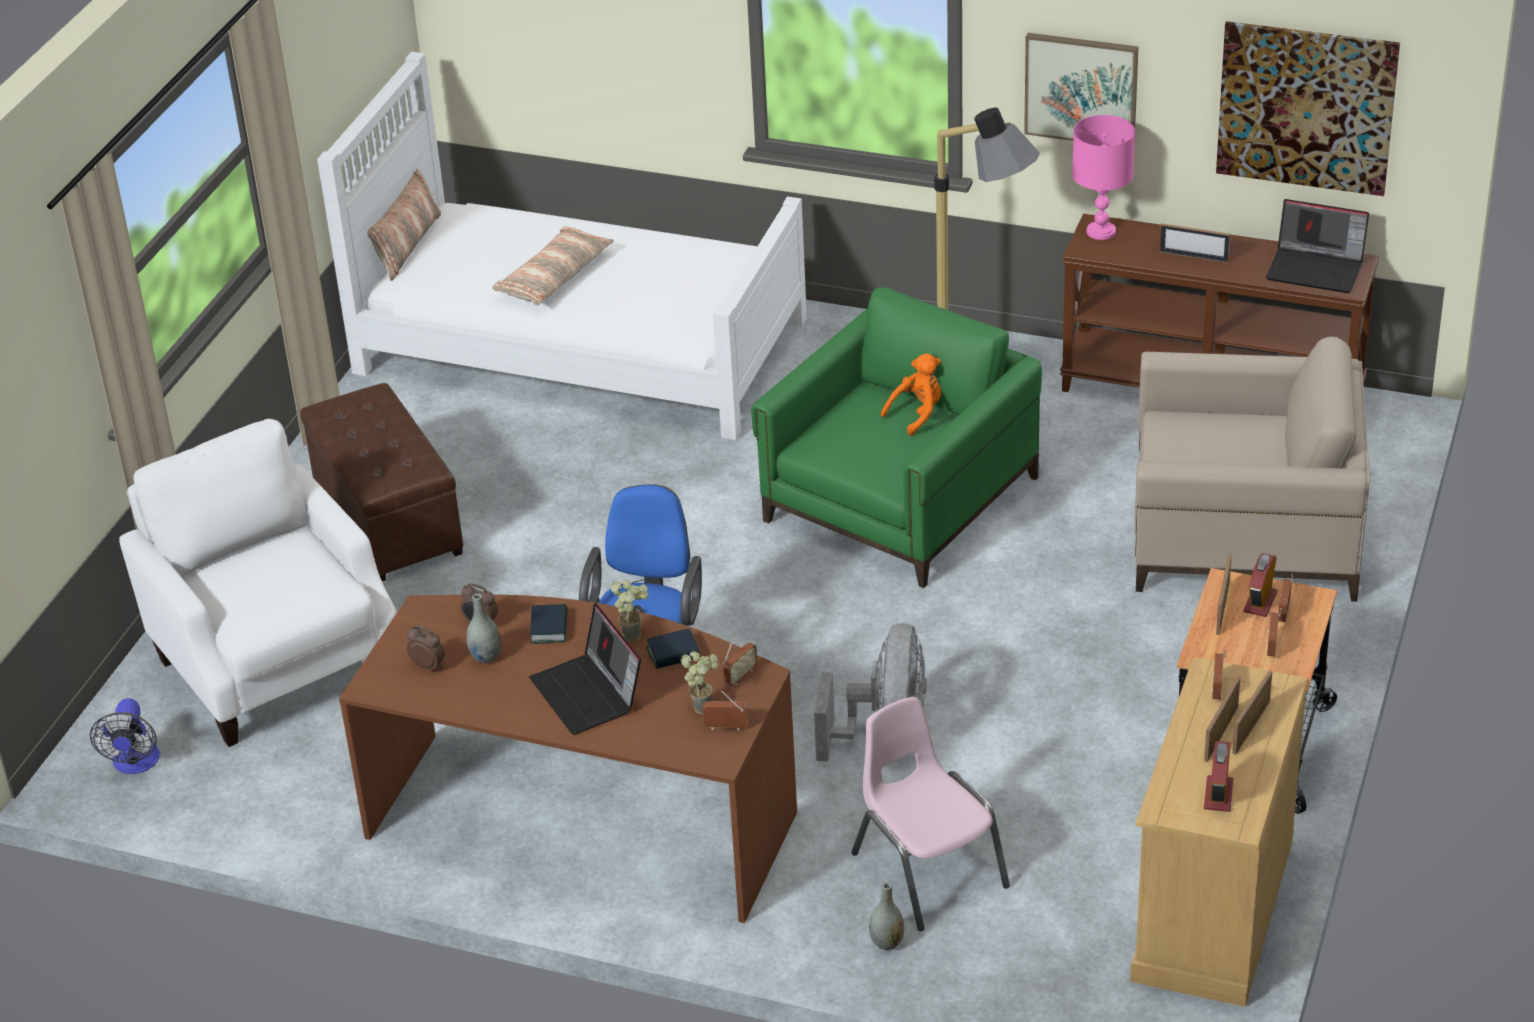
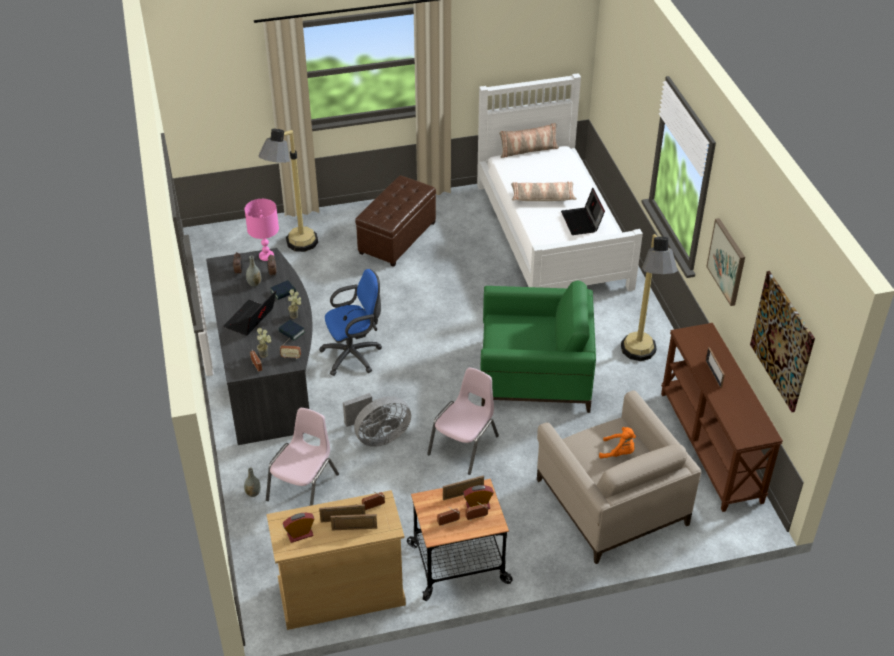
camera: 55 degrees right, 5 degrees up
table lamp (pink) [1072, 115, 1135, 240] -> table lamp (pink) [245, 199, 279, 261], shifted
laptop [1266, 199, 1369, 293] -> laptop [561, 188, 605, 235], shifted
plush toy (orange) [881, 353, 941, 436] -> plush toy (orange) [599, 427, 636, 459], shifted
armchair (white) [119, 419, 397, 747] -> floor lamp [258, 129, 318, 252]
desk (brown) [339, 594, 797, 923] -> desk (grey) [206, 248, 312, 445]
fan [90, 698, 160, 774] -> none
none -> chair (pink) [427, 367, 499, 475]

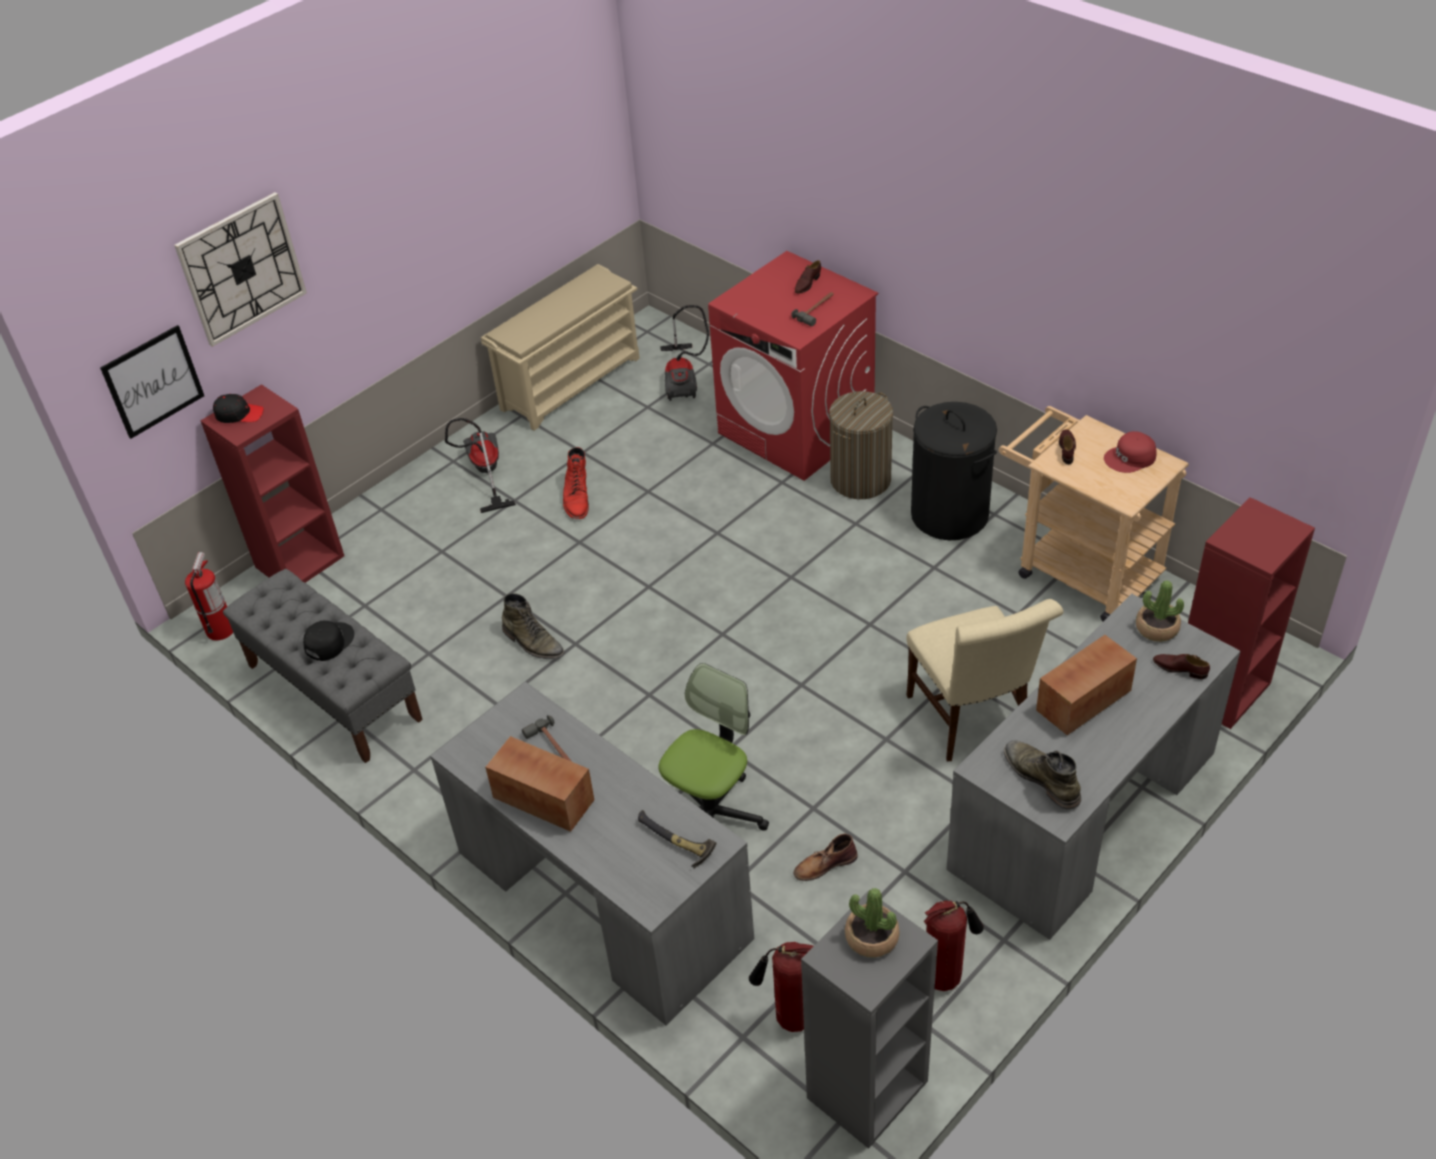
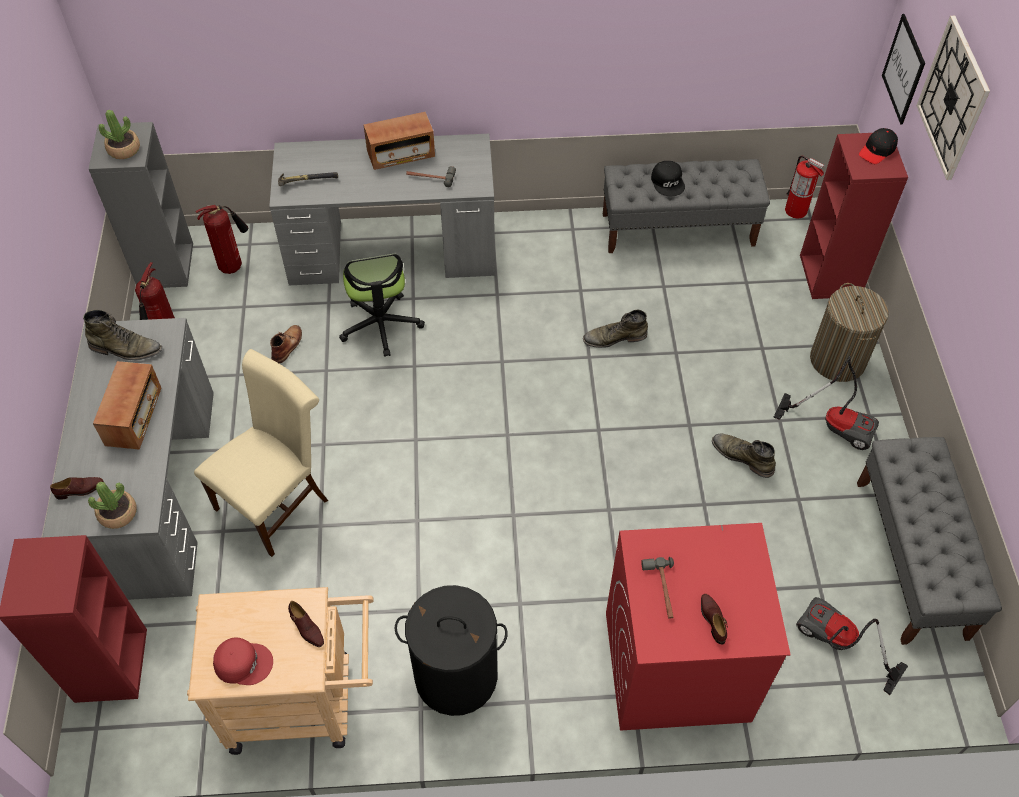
camera: 130 degrees right, 10 degrees up
shoe rack (beige) [481, 264, 640, 431] -> bench (grey) [857, 437, 1002, 645]
laundry basket [829, 391, 893, 499] -> laundry basket [810, 283, 889, 382], shifted
cap (red) [1104, 431, 1157, 473] -> cap (red) [213, 638, 273, 685], 75 degrees clockwise
boot (red) [563, 447, 589, 519] -> boot (green) [712, 434, 776, 478]
chair (beige) [906, 599, 1064, 761] -> chair (beige) [194, 349, 328, 557], 105 degrees clockwise

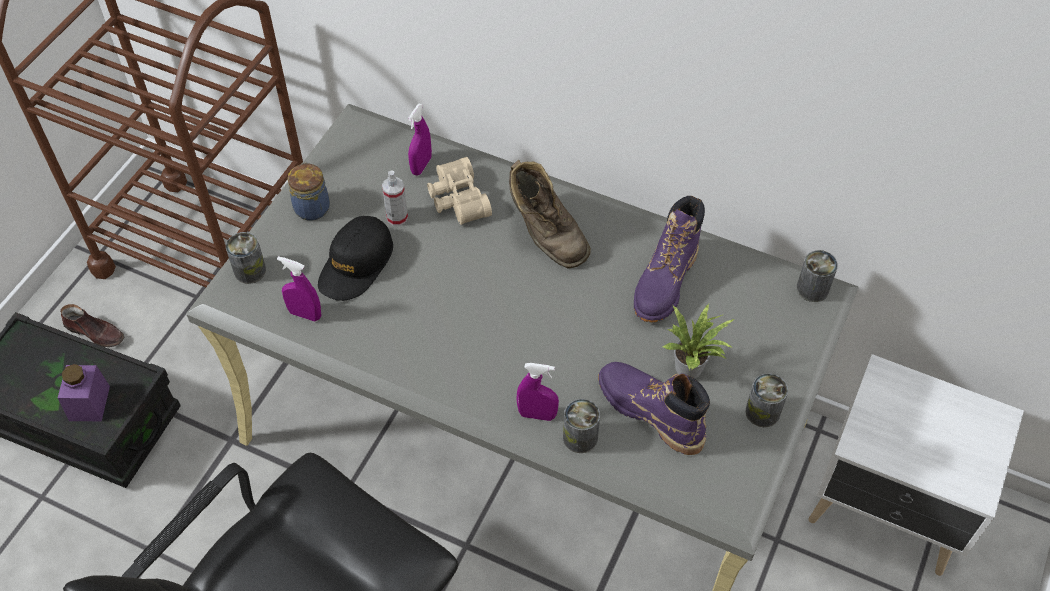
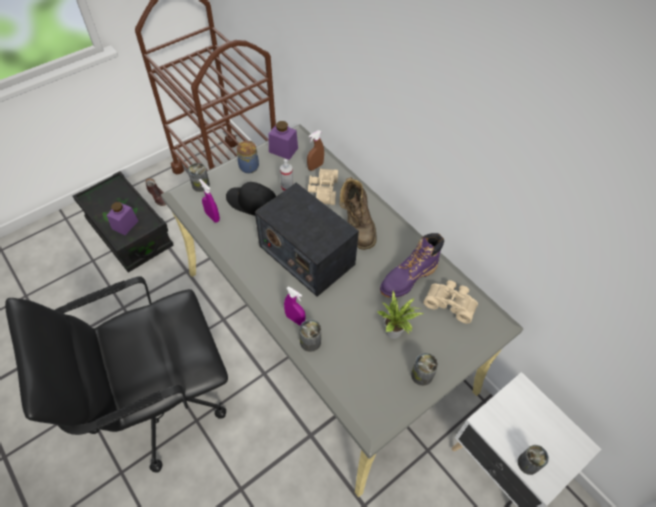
camera: 25 degrees right, 0 degrees up
spray bottle (purple) [408, 103, 432, 175] -> spray bottle (brown) [307, 130, 324, 171]
cap (black) [318, 216, 393, 301] -> cap (black) [226, 182, 276, 216], 60 degrees clockwise
can [797, 250, 838, 302] -> can [518, 445, 549, 475], shifted
boot (purple) [598, 362, 710, 455] -> none
none -> jar (purple) [268, 121, 298, 160]
none -> radio [255, 182, 359, 297]
none -> binoculars (beige) [424, 280, 478, 324]

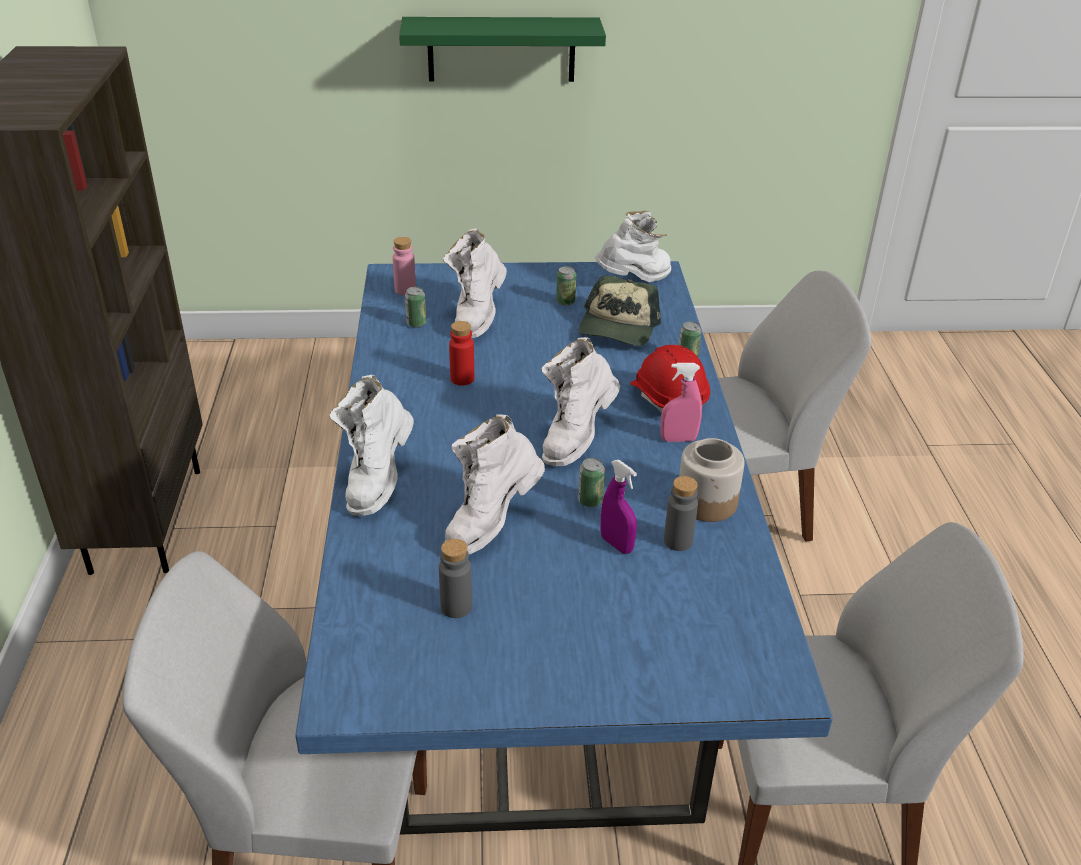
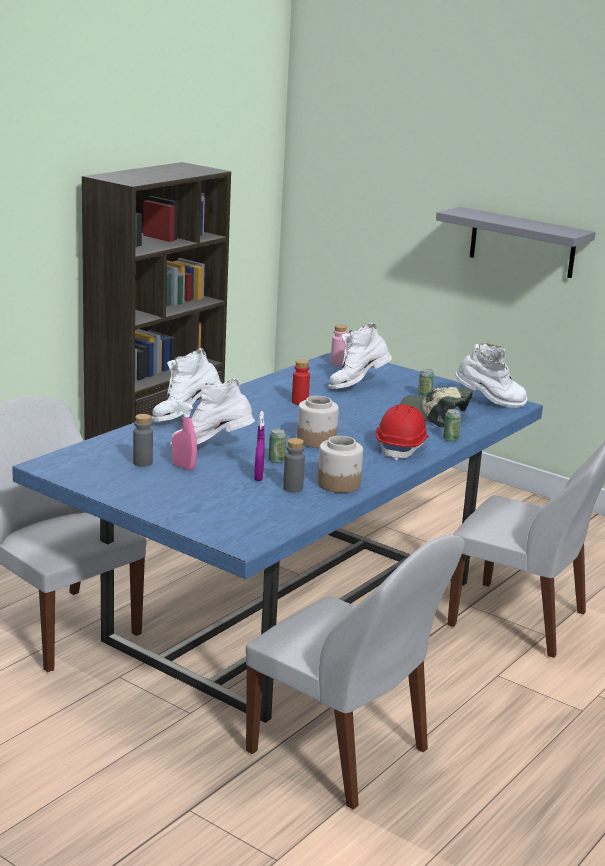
camera: 40 degrees right, 15 degrees down
shelf (green) [399, 17, 606, 82] -> shelf (grey) [436, 207, 596, 278]
cap [579, 275, 661, 346] -> cap [400, 387, 473, 428], 60 degrees clockwise
can [405, 287, 426, 328] -> none
boot (white) [541, 337, 620, 466] -> jar [297, 396, 339, 448]
spray bottle (pink) [660, 363, 702, 442] -> spray bottle (pink) [172, 400, 197, 470], shifted

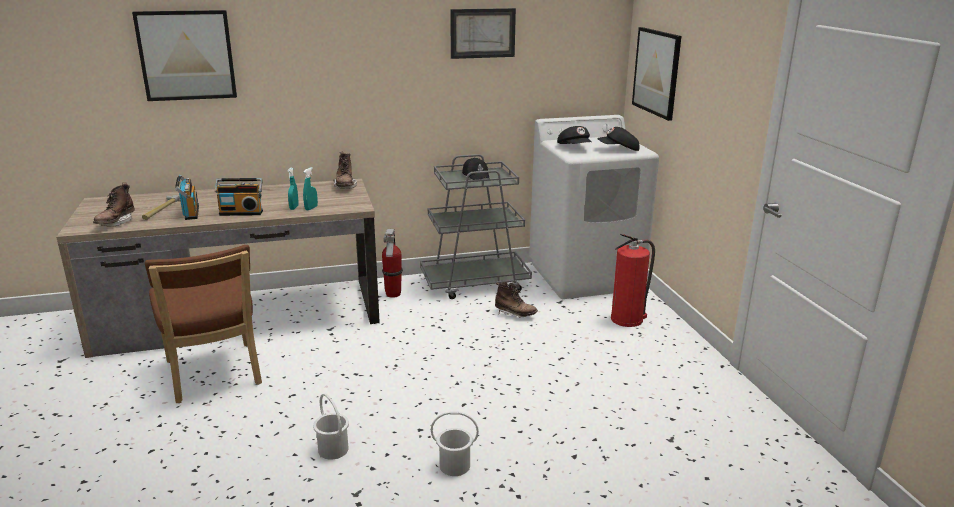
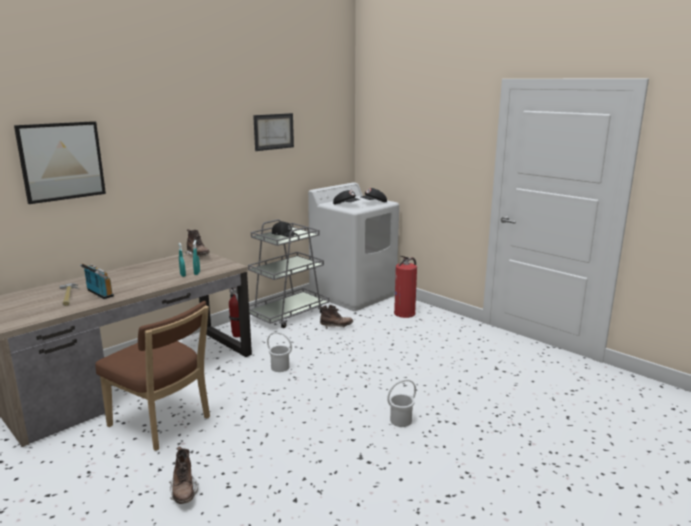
camera: 30 degrees left, 5 degrees down
picture [632, 27, 681, 121] -> none
radio [215, 178, 263, 216] -> none
boot (brown) [93, 182, 135, 227] -> boot (brown) [169, 446, 198, 504], shifted
bucket (white) [313, 393, 349, 460] -> bucket (white) [267, 332, 292, 372], shifted

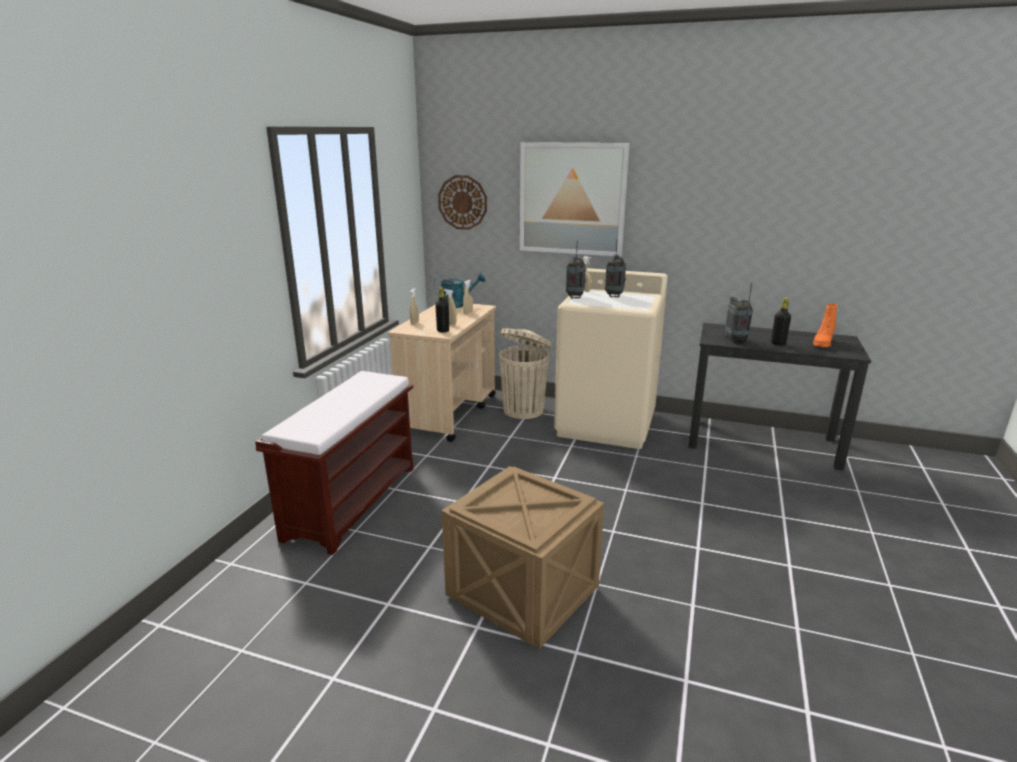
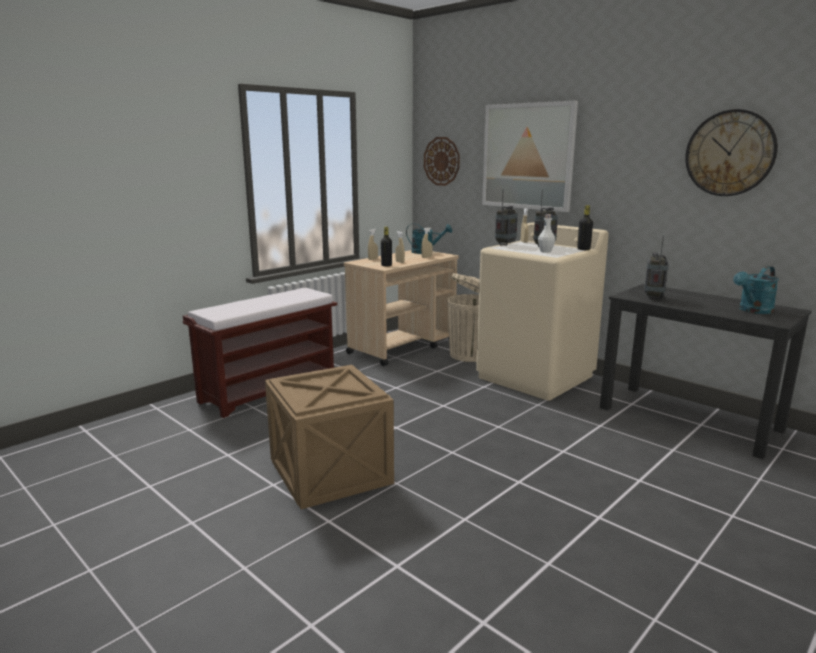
camera: 25 degrees right, 5 degrees down
bottle (black) [771, 298, 791, 345] -> bottle (black) [577, 205, 593, 250], shifted
boot (orange) [813, 303, 837, 347] -> watering can (turquoise) [733, 266, 779, 314]
none -> wall clock [685, 109, 778, 196]
none -> bottle (white) [538, 214, 555, 253]

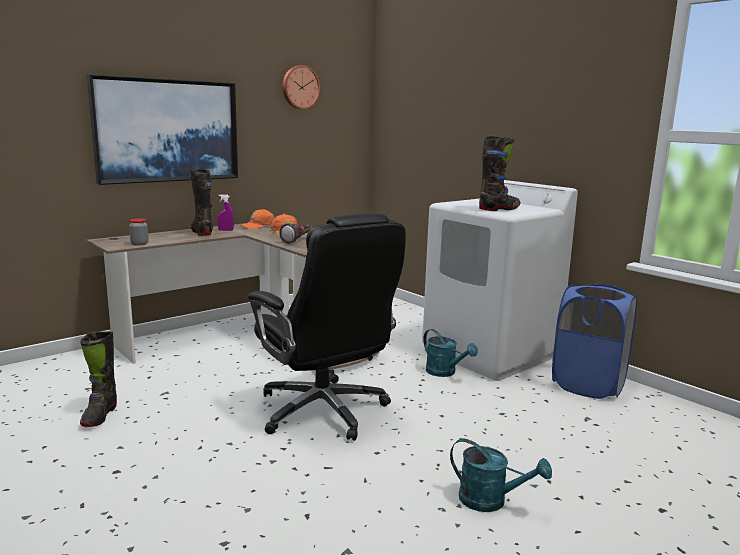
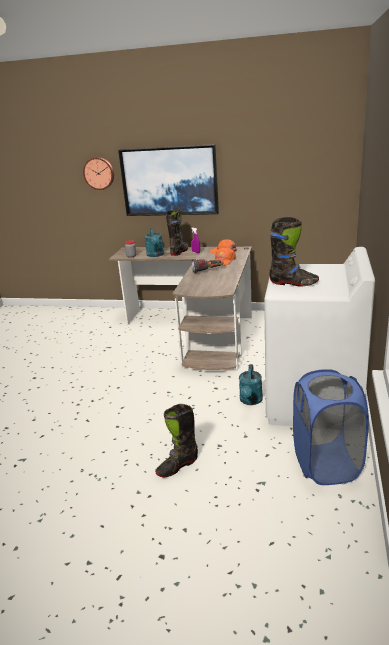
camera: 55 degrees right, 10 degrees up
wall clock [282, 65, 320, 109] -> wall clock [83, 157, 114, 190], shifted
office chair (black) [248, 213, 406, 441] -> none
boot (black) [80, 331, 117, 427] -> boot (black) [155, 404, 198, 477], shifted
watering can (turquoise) [450, 439, 552, 512] -> watering can (turquoise) [145, 228, 164, 257], shifted

